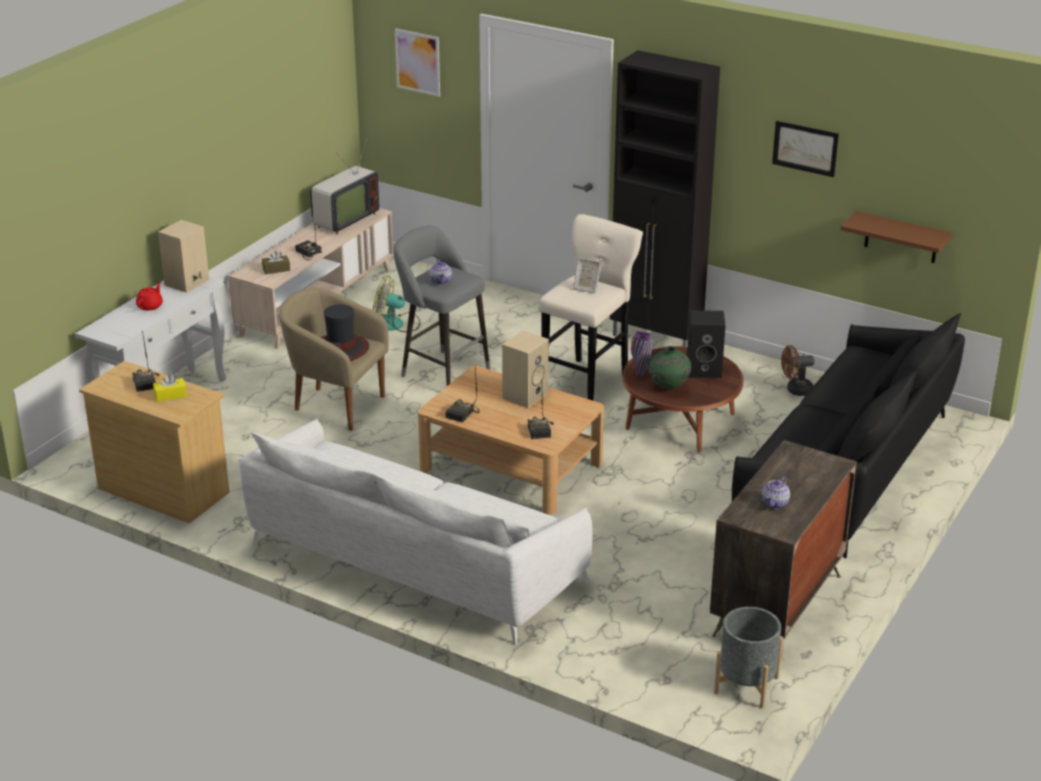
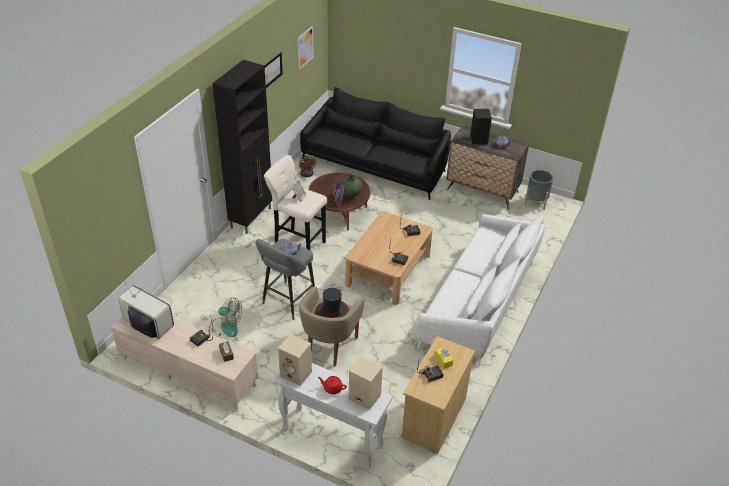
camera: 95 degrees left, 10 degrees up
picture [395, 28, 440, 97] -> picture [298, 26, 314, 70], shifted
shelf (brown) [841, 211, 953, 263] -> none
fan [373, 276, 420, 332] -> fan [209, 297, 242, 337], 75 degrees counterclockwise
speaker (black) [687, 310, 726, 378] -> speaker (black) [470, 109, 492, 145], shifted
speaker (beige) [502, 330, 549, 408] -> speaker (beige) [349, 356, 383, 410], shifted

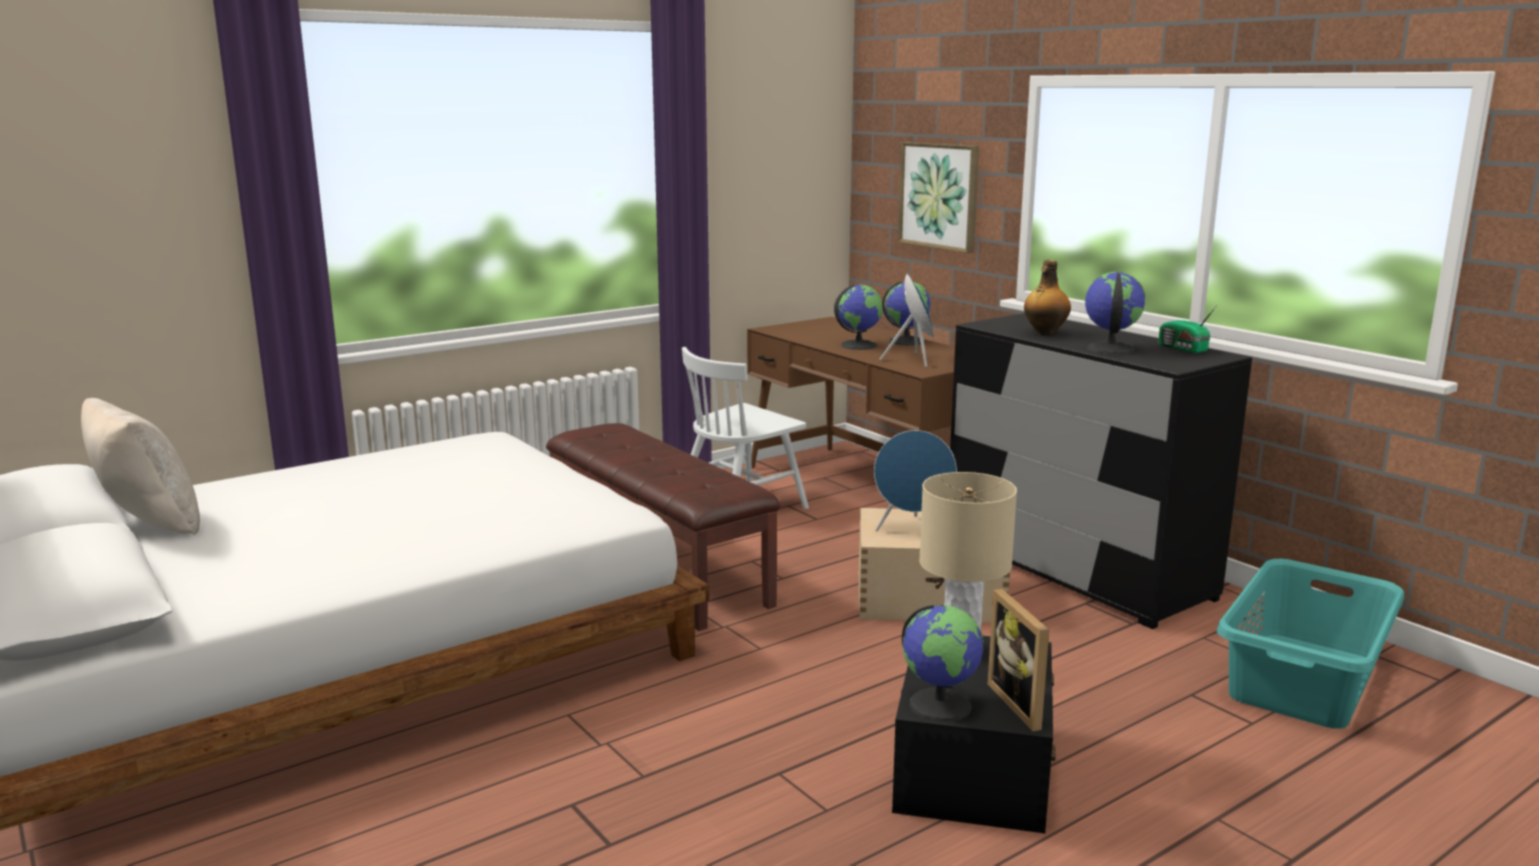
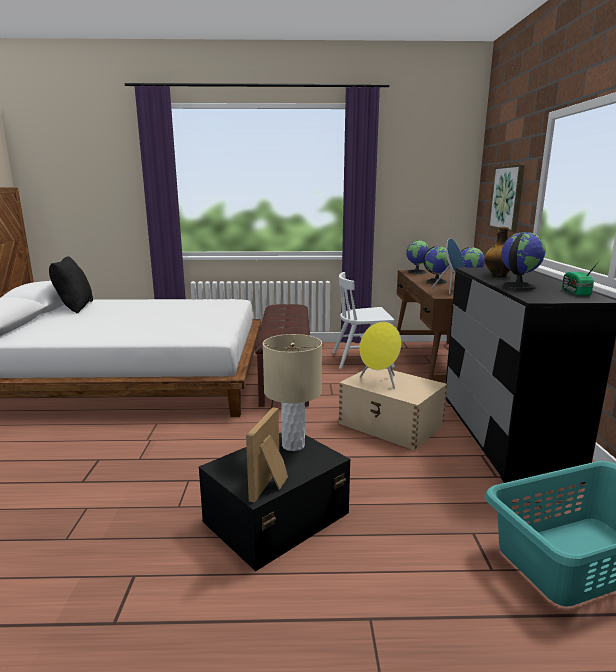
camera: 35 degrees right, 0 degrees up
pillow (beige) [81, 398, 200, 536] -> pillow (black) [49, 256, 93, 314]
speaker (blue) [874, 430, 957, 531] -> speaker (yellow) [360, 322, 401, 389]
globe [902, 605, 984, 722] -> globe [406, 240, 430, 274], shifted

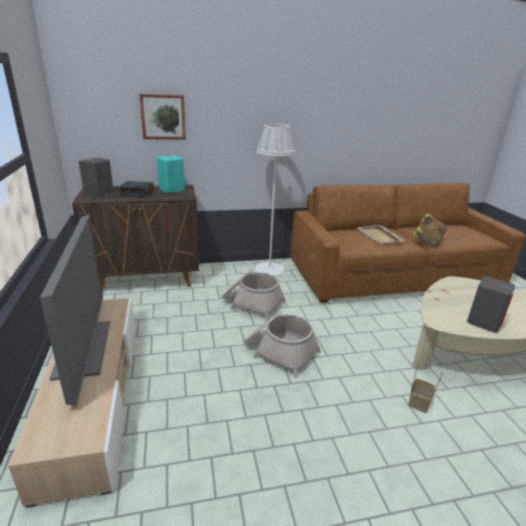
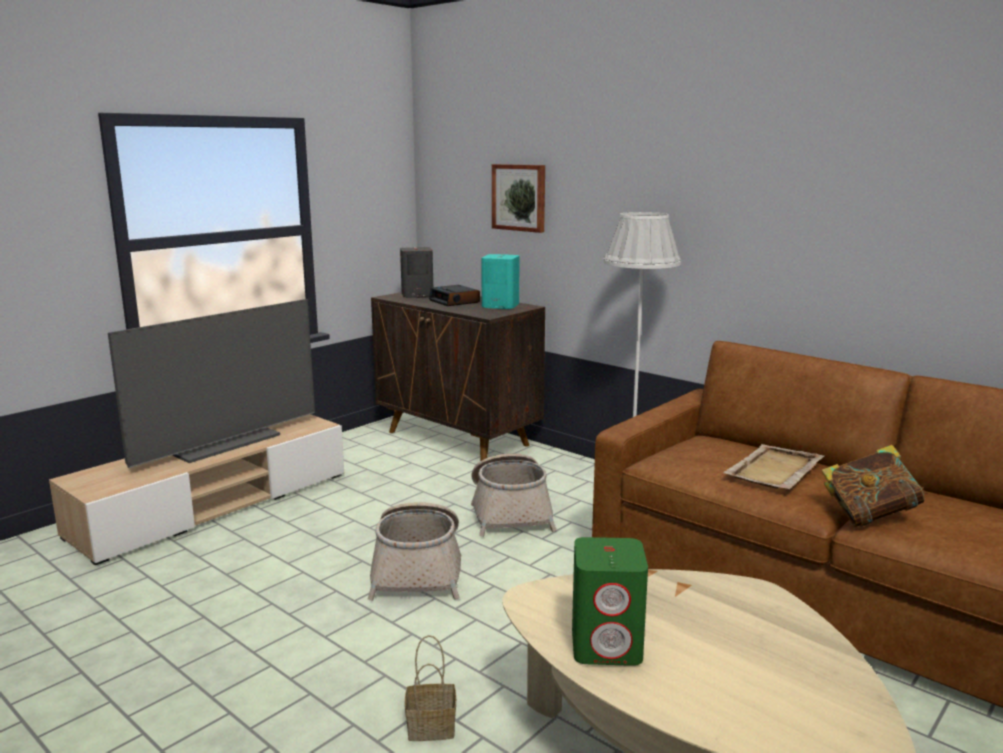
camera: 55 degrees right, 10 degrees down
speaker (grey) [467, 276, 516, 333] -> speaker (green) [572, 537, 648, 666]

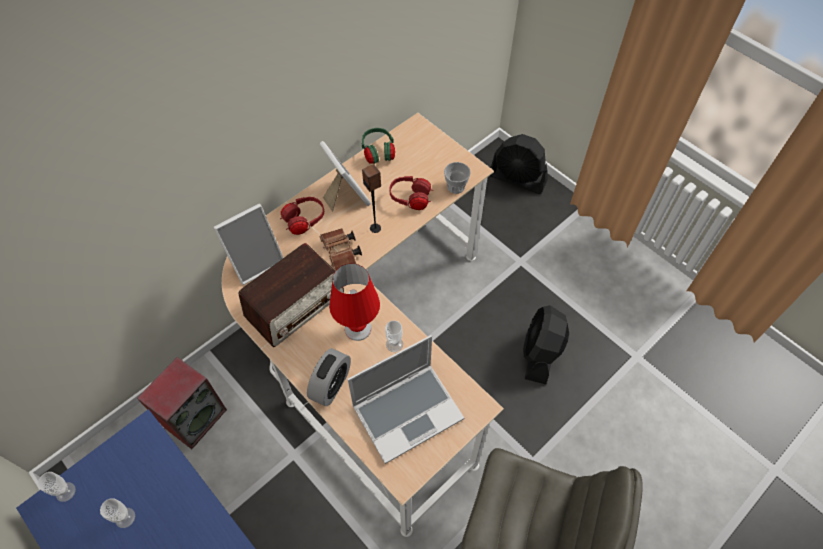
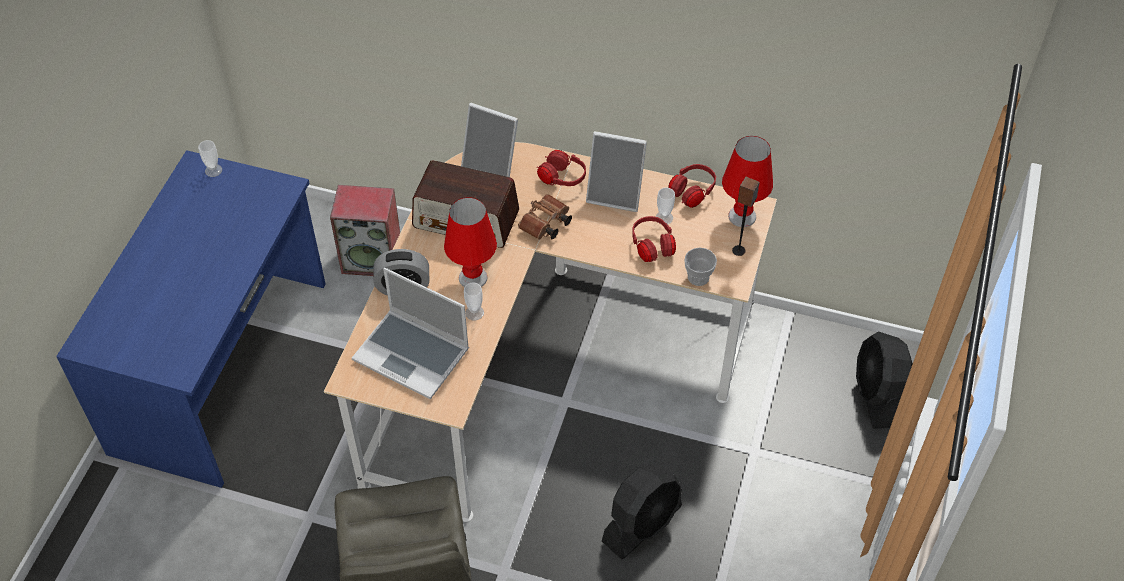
camera: 60 degrees right, 5 degrees down
headphones (green) [362, 128, 395, 164] -> headphones (red) [668, 164, 716, 208]
picture frame [319, 141, 371, 212] -> picture frame [586, 131, 647, 212], 75 degrees clockwise
speaker [362, 164, 381, 233] -> speaker [732, 177, 760, 256], shifted
fan (black) [523, 305, 569, 384] -> fan (black) [602, 465, 682, 560], 150 degrees clockwise
cup [100, 498, 135, 528] -> cup [656, 187, 675, 224], shifted
none -> table lamp (red) [722, 136, 773, 227]

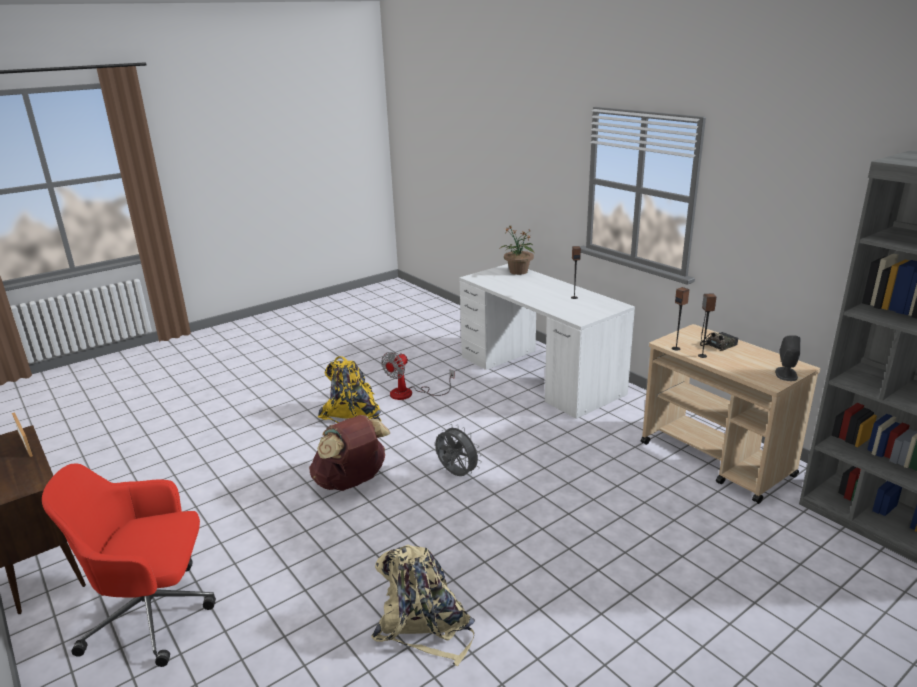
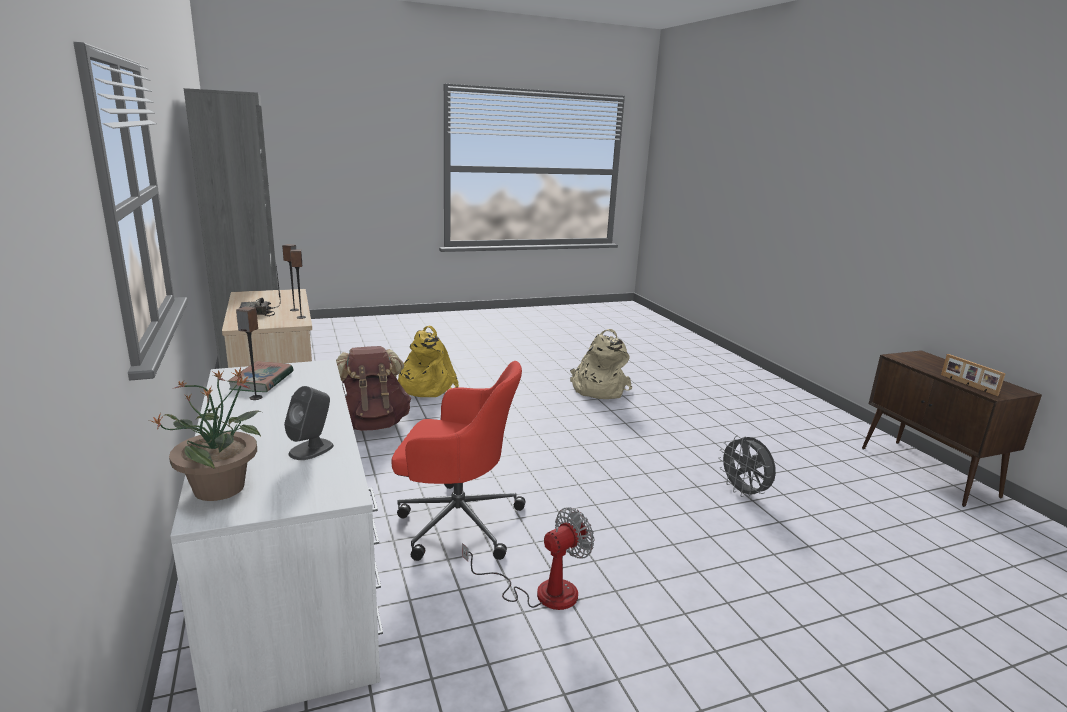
camera: 165 degrees left, 5 degrees down
speaker (grey) [775, 335, 801, 381] -> speaker (grey) [284, 386, 334, 460], shifted
backpack (yellow) [318, 356, 381, 423] -> backpack (yellow) [398, 326, 459, 397], shifted
backpack (brown) [309, 415, 390, 491] -> backpack (brown) [336, 346, 411, 431], shifted
fan (grey) [435, 424, 482, 476] -> fan (grey) [718, 435, 776, 499], shifted
office chair (red) [42, 463, 216, 667] -> office chair (red) [391, 361, 526, 561], shifted
none -> book [227, 361, 293, 392]

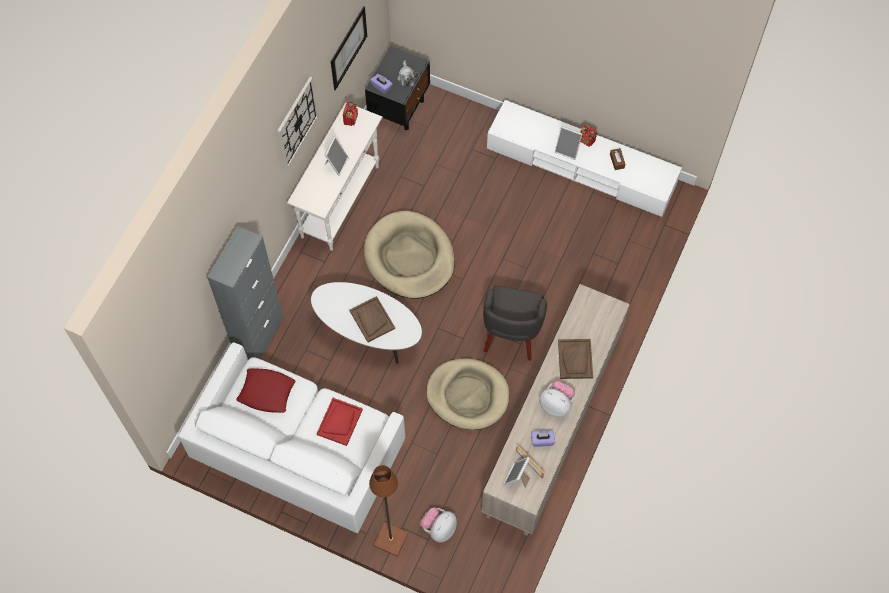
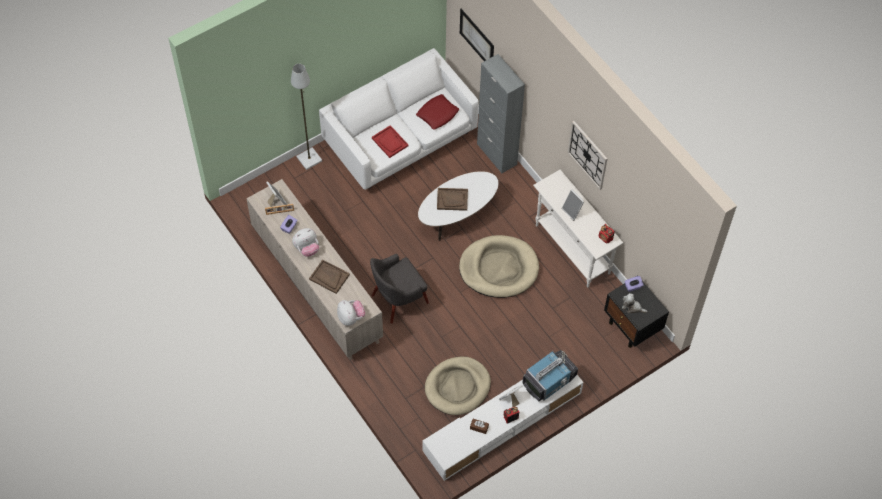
camera: 120 degrees right, 5 degrees down
picture [331, 6, 367, 91] -> picture [460, 9, 494, 61], shifted
armchair (grey) [483, 285, 547, 361] -> armchair (grey) [370, 254, 429, 323], 75 degrees counterclockwise
dog bed (beige) [426, 358, 509, 430] -> dog bed (beige) [425, 356, 491, 415], shifted
floor lamp (brown) [369, 465, 409, 556] -> floor lamp (grey) [291, 64, 322, 170]
plush toy [420, 507, 457, 542] -> plush toy [337, 300, 365, 326], shifted
none -> television [523, 350, 578, 402]

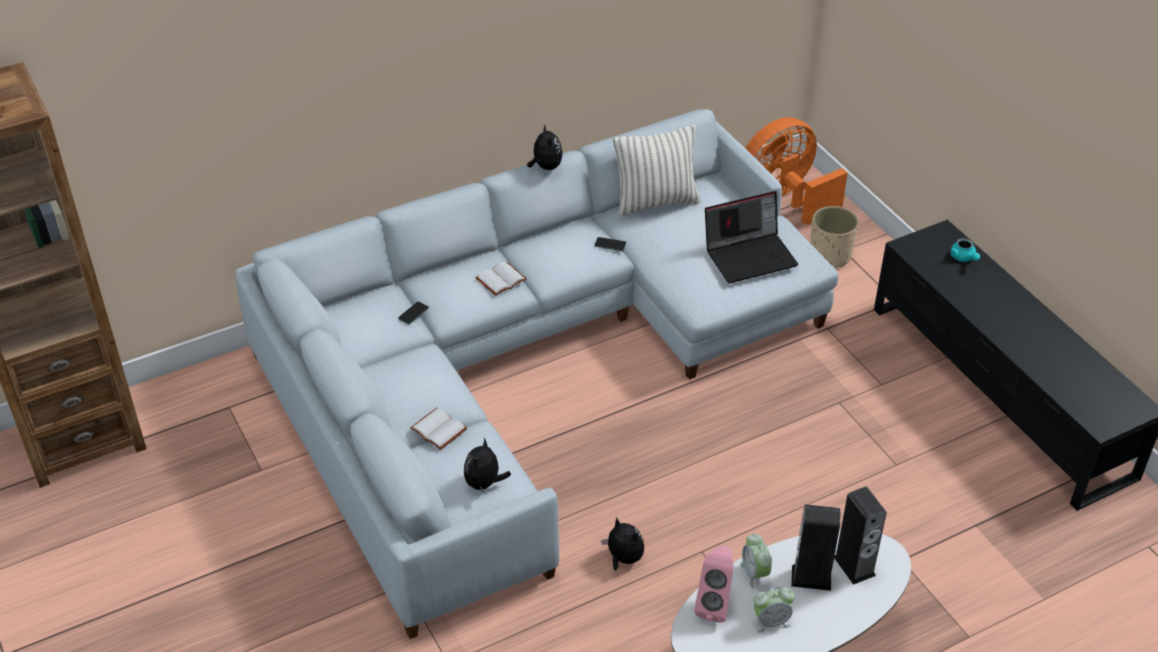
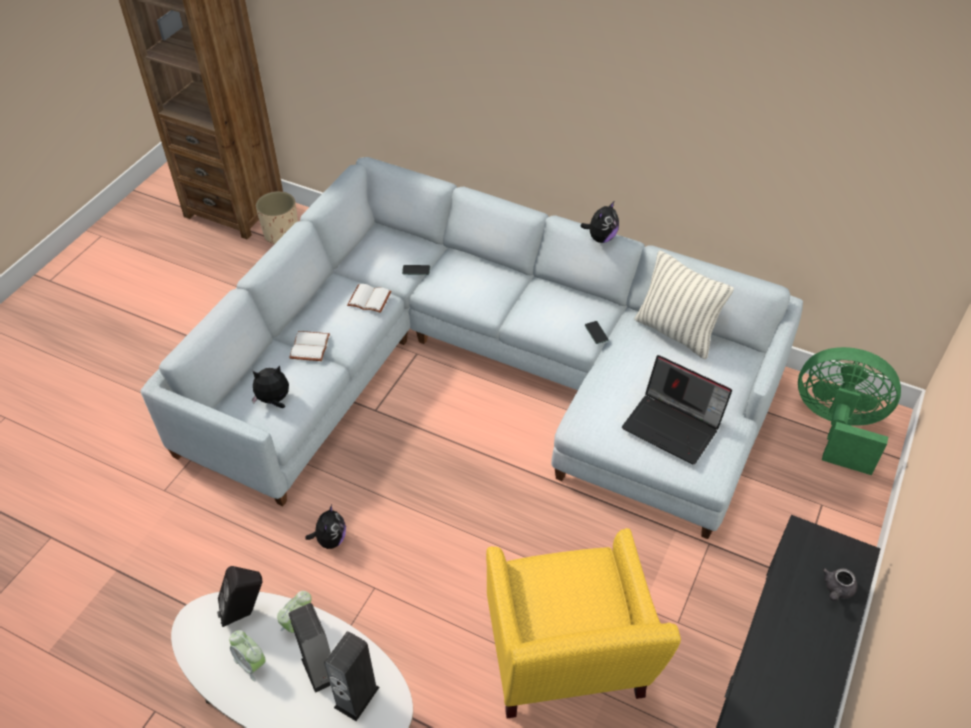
camera: 55 degrees right, 5 degrees up
fan (orange) [745, 117, 848, 225] -> fan (green) [798, 347, 901, 475]
planter (beige) [810, 206, 859, 268] -> planter (beige) [256, 191, 298, 244], shifted
teapot (turquoise) [950, 238, 980, 262] -> teapot (grey) [822, 568, 858, 601]
book (white) [475, 261, 527, 296] -> book (white) [347, 284, 392, 313], shifted
speaker (pink) [694, 545, 734, 623] -> speaker (black) [217, 566, 262, 627]
none -> armchair (yellow) [486, 528, 681, 718]

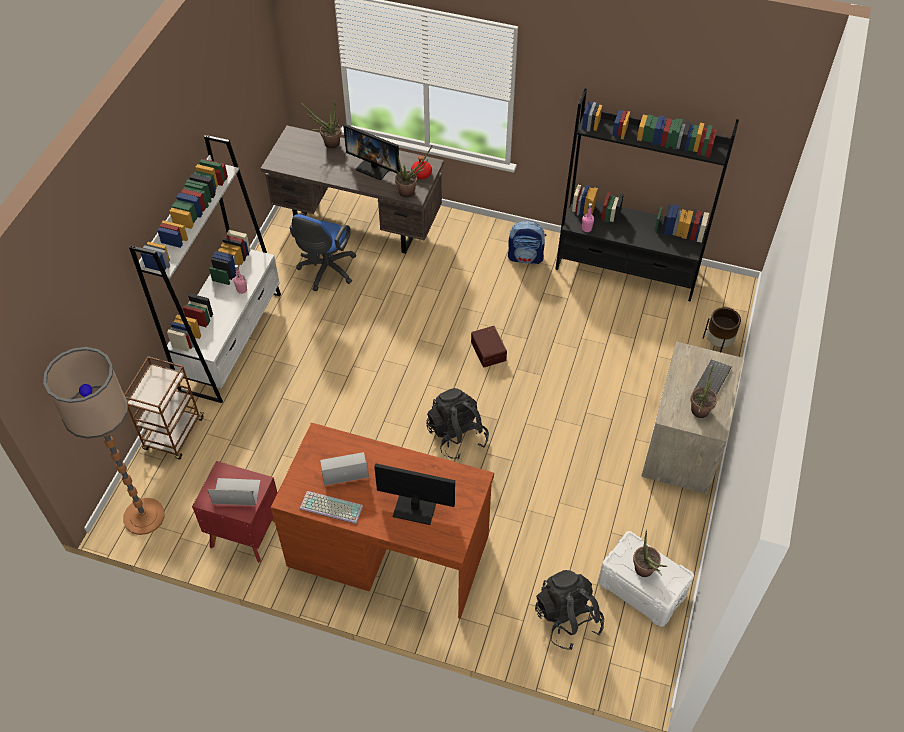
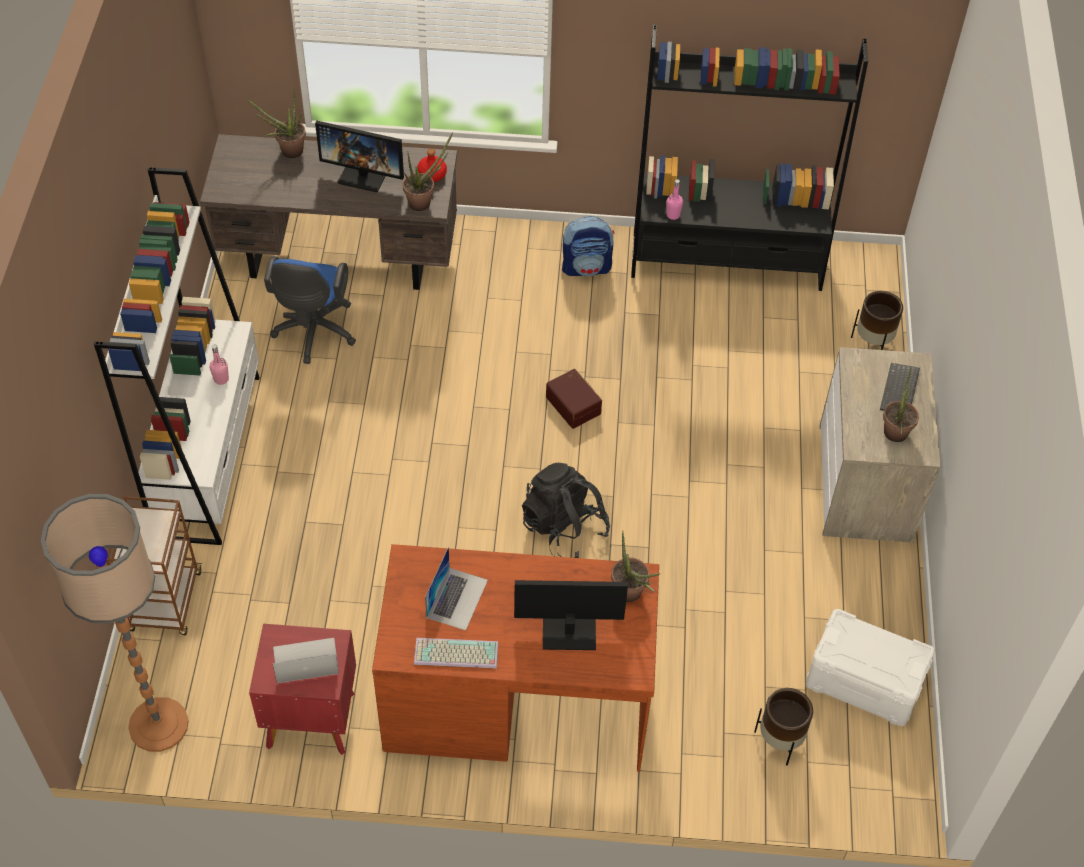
camera: 15 degrees left, 0 degrees up
laptop [320, 452, 369, 486] -> laptop [425, 547, 488, 631], 135 degrees clockwise
potted plant [633, 529, 667, 577] -> potted plant [611, 531, 660, 602], shifted
backpack (black) [535, 570, 604, 650] -> planter (brown) [754, 688, 813, 765]

